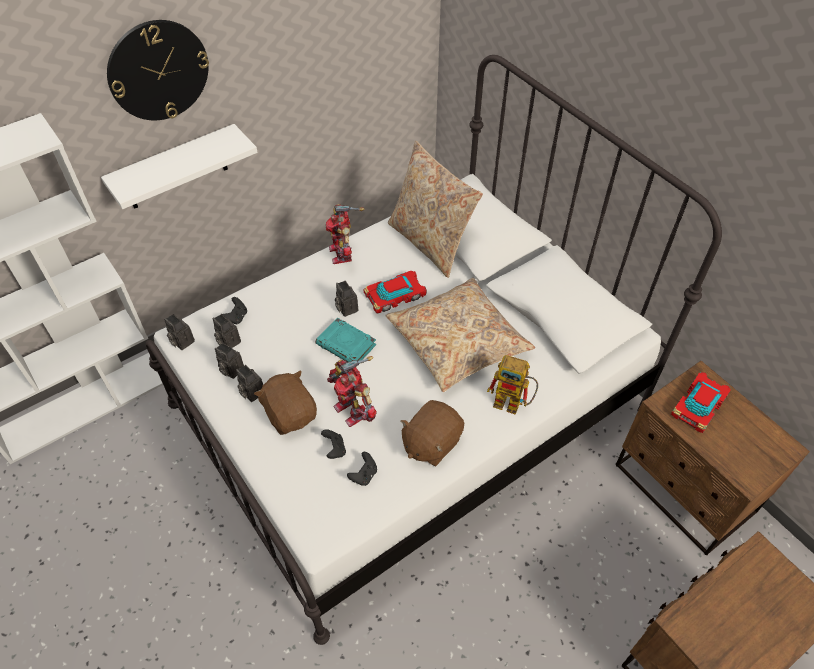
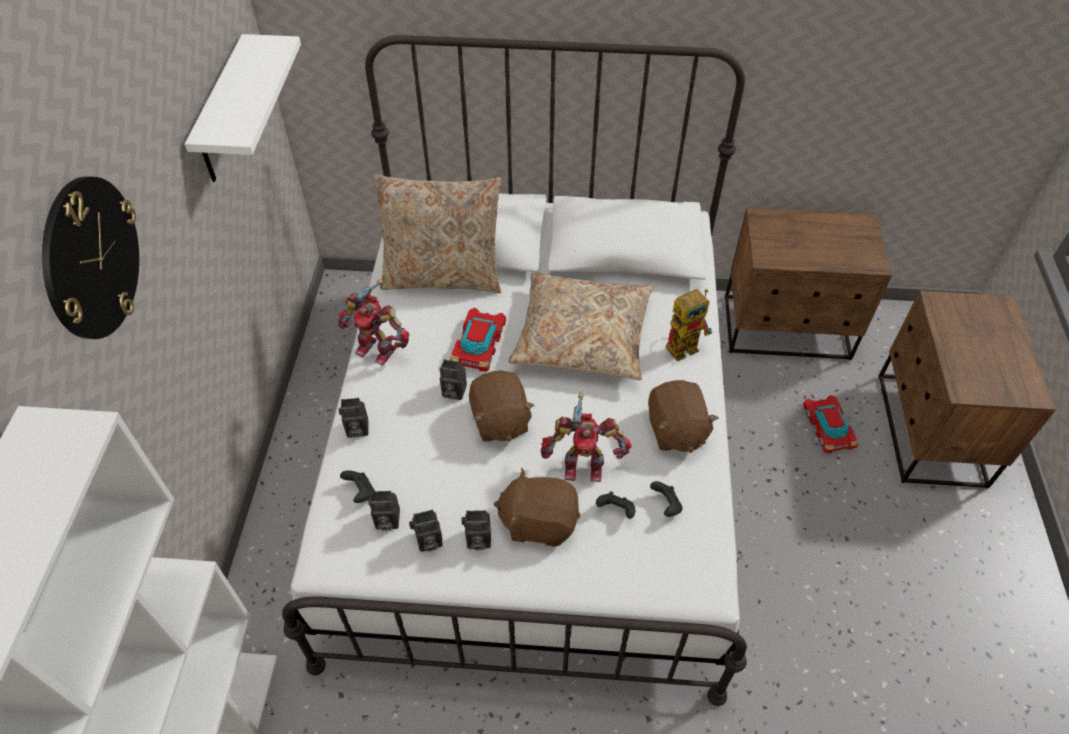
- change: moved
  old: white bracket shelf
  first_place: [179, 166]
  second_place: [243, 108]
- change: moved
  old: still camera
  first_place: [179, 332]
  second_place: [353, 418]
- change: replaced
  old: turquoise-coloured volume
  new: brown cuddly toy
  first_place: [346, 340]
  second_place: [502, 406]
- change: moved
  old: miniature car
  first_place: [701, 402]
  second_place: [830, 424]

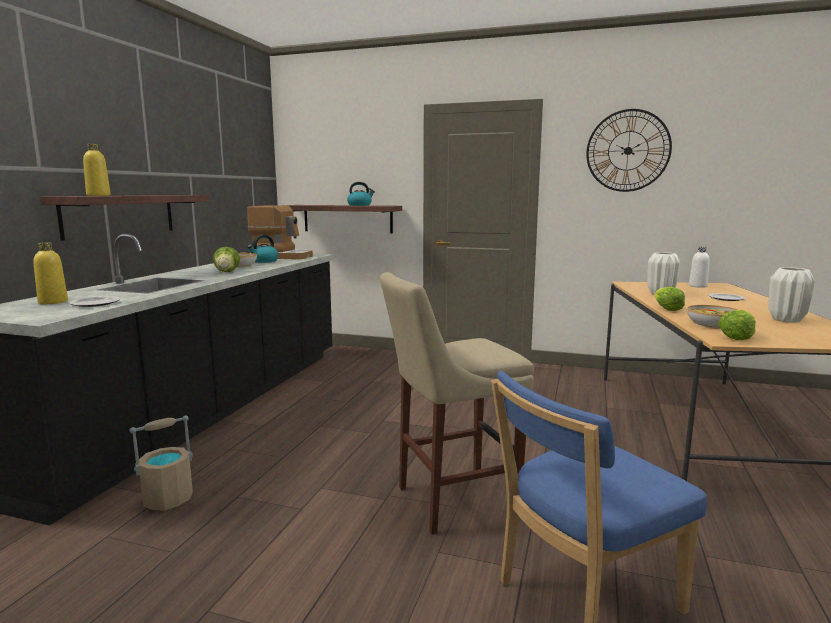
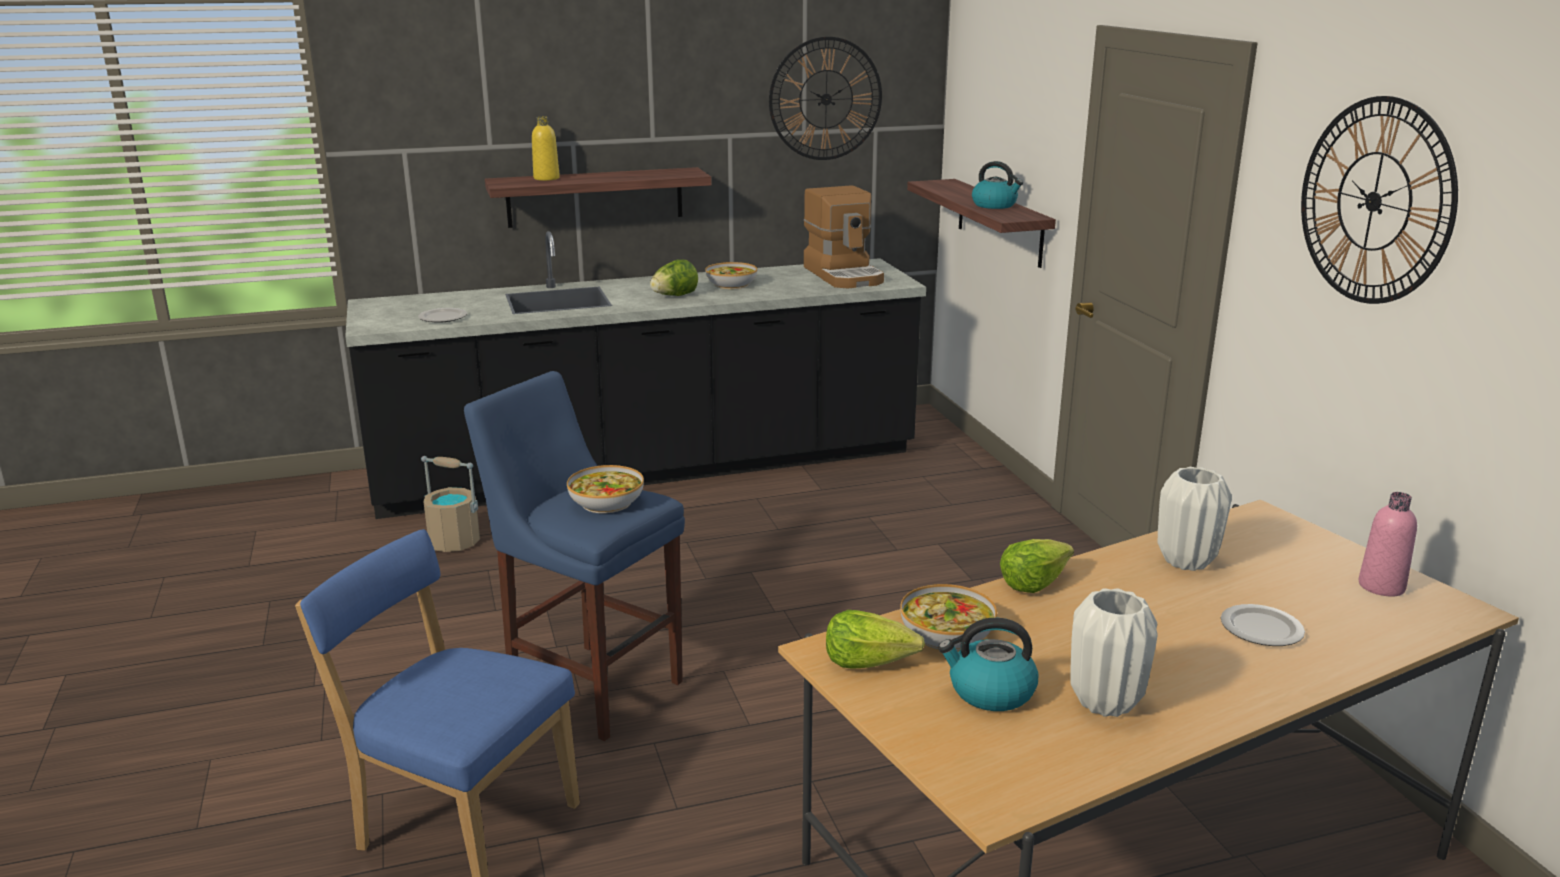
- change: moved
  old: kettle
  first_place: [263, 249]
  second_place: [988, 664]
- change: removed
  old: yellow-coloured drink bottle
  first_place: [50, 273]
- change: recoloured
  old: white drink bottle
  new: pinkish drink bottle
  first_place: [699, 267]
  second_place: [1388, 544]
- change: recoloured
  old: sand-coloured stool seat
  new: blue stool seat
  first_place: [457, 403]
  second_place: [574, 556]
- change: added
  new: hanging clock
  second_place: [825, 98]
- change: added
  new: bowl
  second_place: [605, 489]

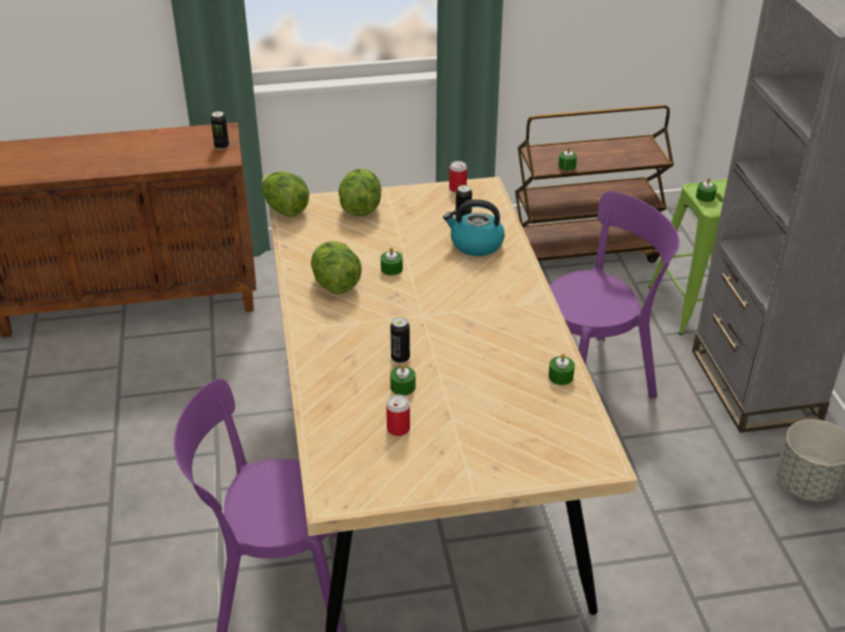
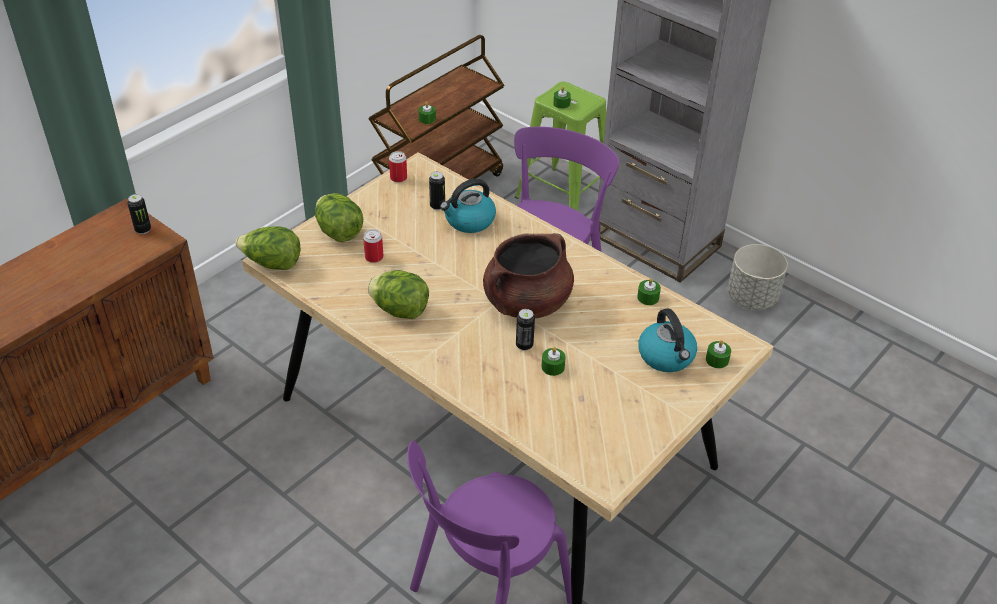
- change: moved
  old: green-coloured wax candle
  first_place: [392, 261]
  second_place: [718, 354]
- change: moved
  old: can
  first_place: [398, 415]
  second_place: [373, 246]
- change: added
  new: brown cooking pot
  second_place: [528, 275]
- change: added
  new: kettle
  second_place: [667, 340]

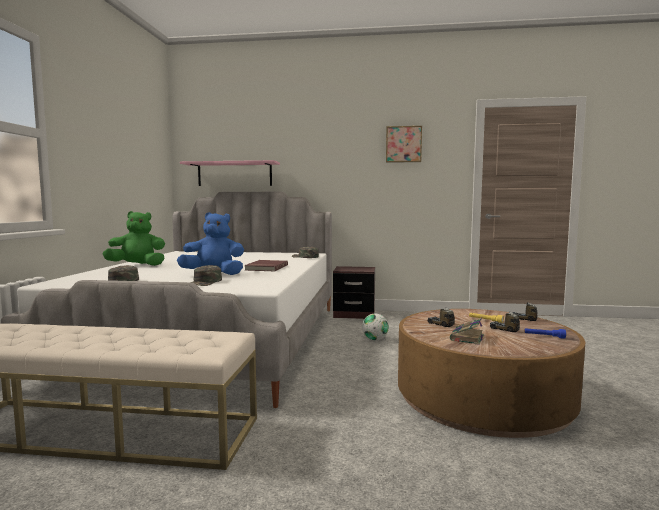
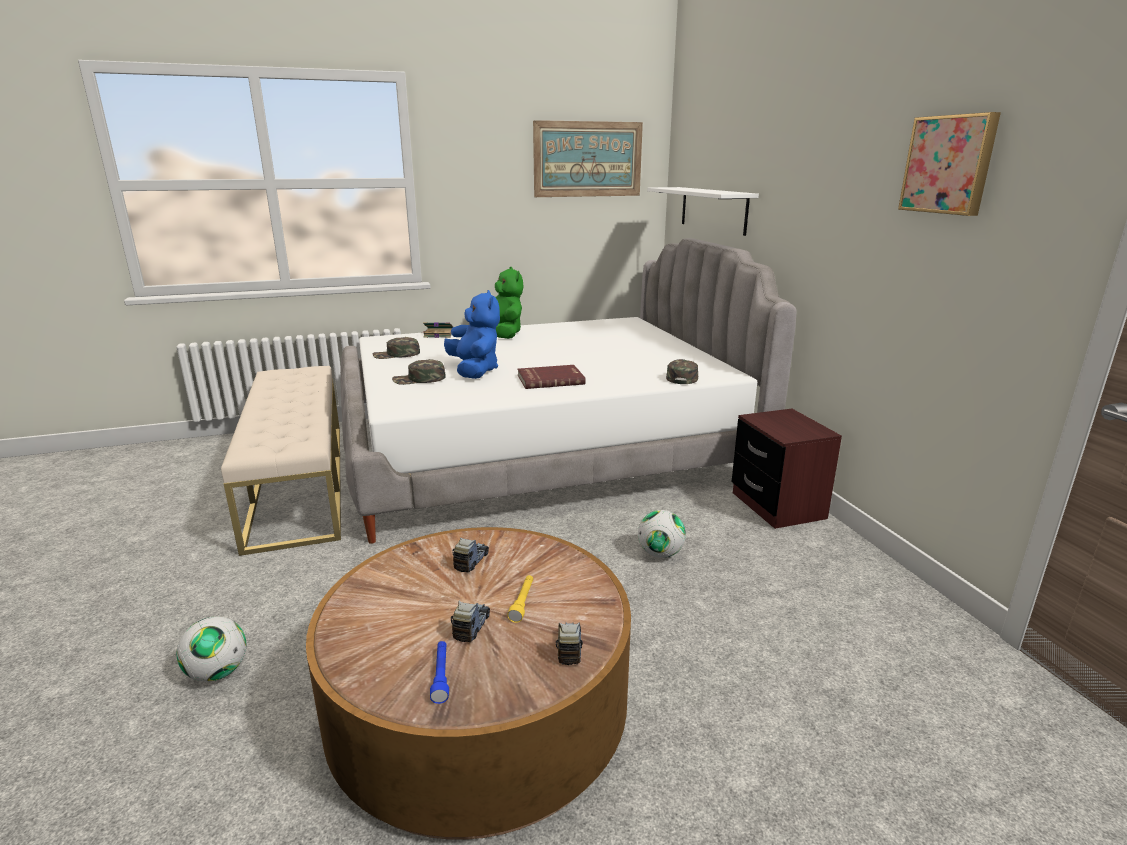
- change: recoloured
  old: pinkish bracket shelf
  new: white bracket shelf
  first_place: [230, 173]
  second_place: [703, 211]
- change: moved
  old: volume
  first_place: [467, 331]
  second_place: [437, 330]
- change: added
  new: picture
  second_place: [588, 158]
- change: added
  new: football
  second_place: [211, 649]

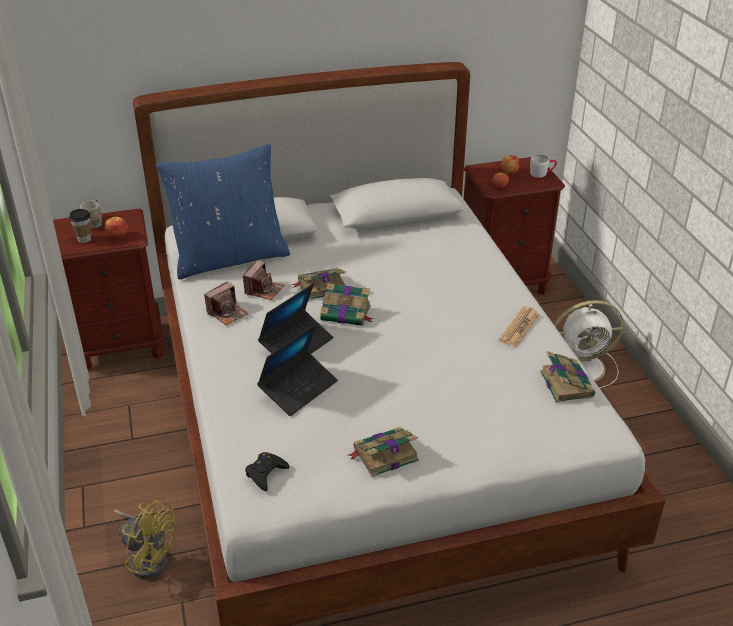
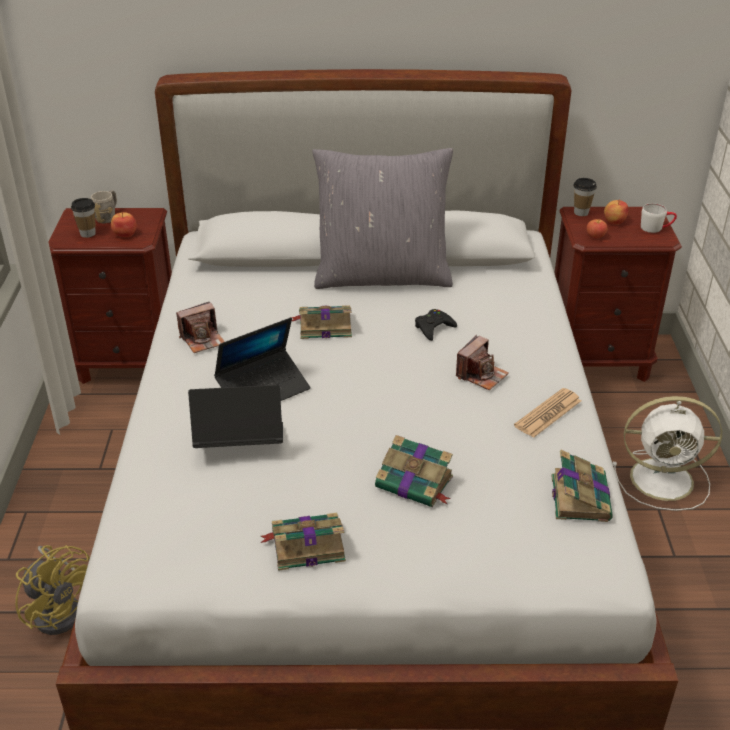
- change: removed
  old: blue cushion
  first_place: [223, 212]
- change: moved
  old: still camera
  first_place: [263, 280]
  second_place: [482, 363]
- change: moved
  old: volume
  first_place: [347, 304]
  second_place: [414, 471]
- change: turned
  old: portable computer
  first_place: [297, 370]
  second_place: [235, 416]
  degrees: -150
- change: moved
  old: black joypad
  first_place: [267, 471]
  second_place: [436, 325]
- change: added
  new: gray cushion
  second_place: [382, 218]
- change: added
  new: small cup
  second_place: [585, 197]

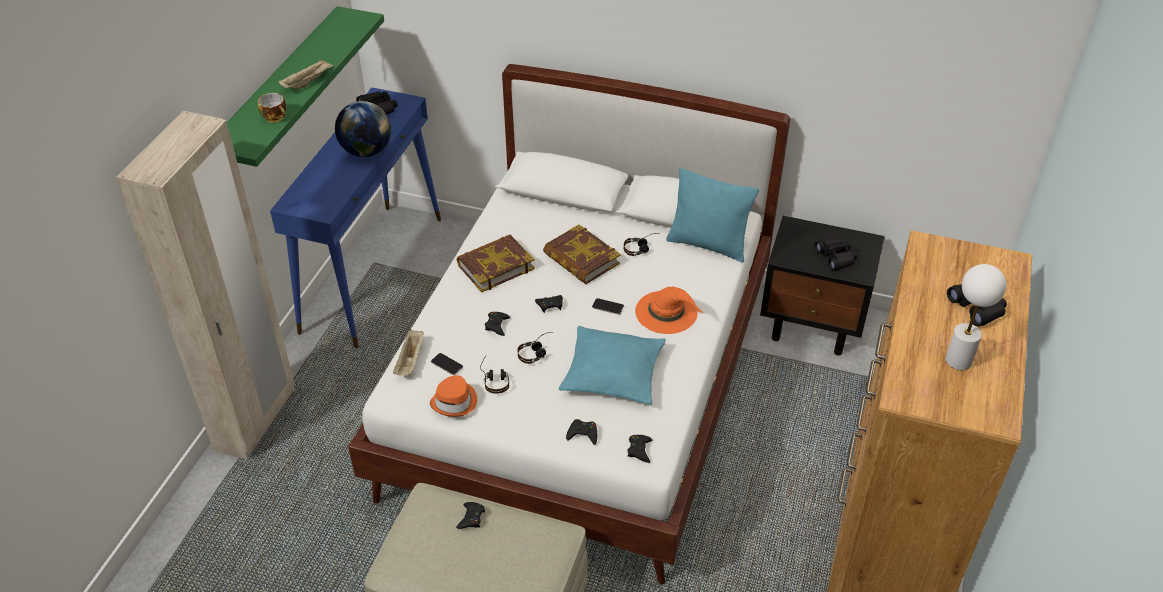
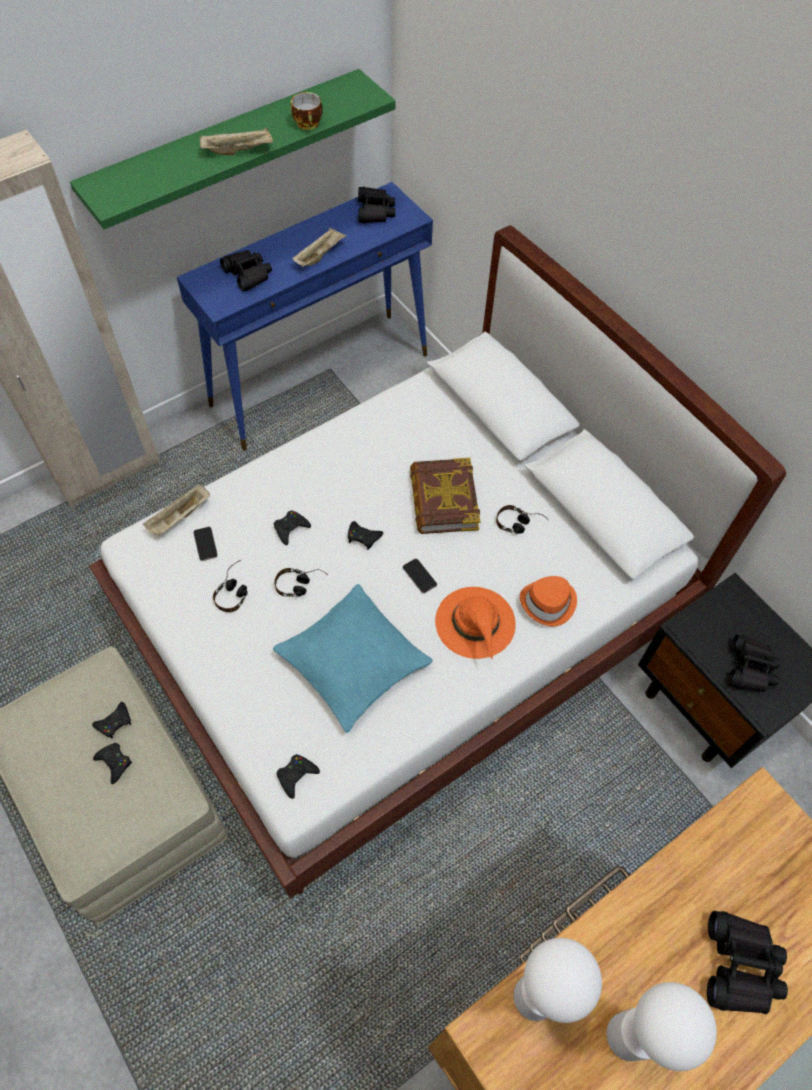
- change: moved
  old: small cup
  first_place: [272, 108]
  second_place: [306, 111]
- change: replaced
  old: globe
  new: sand-coloured carrying tray
  first_place: [363, 129]
  second_place: [319, 247]
- change: removed
  old: turquoise-coloured cushion
  first_place: [712, 215]
- change: removed
  old: volume
  first_place: [496, 264]
- change: moved
  old: orange-coloured hat
  first_place: [453, 396]
  second_place: [548, 601]
- change: moved
  old: black joypad
  first_place: [581, 432]
  second_place: [112, 763]
- change: added
  new: black binoculars
  second_place: [246, 271]
- change: added
  new: white tabletop lamp
  second_place: [558, 980]

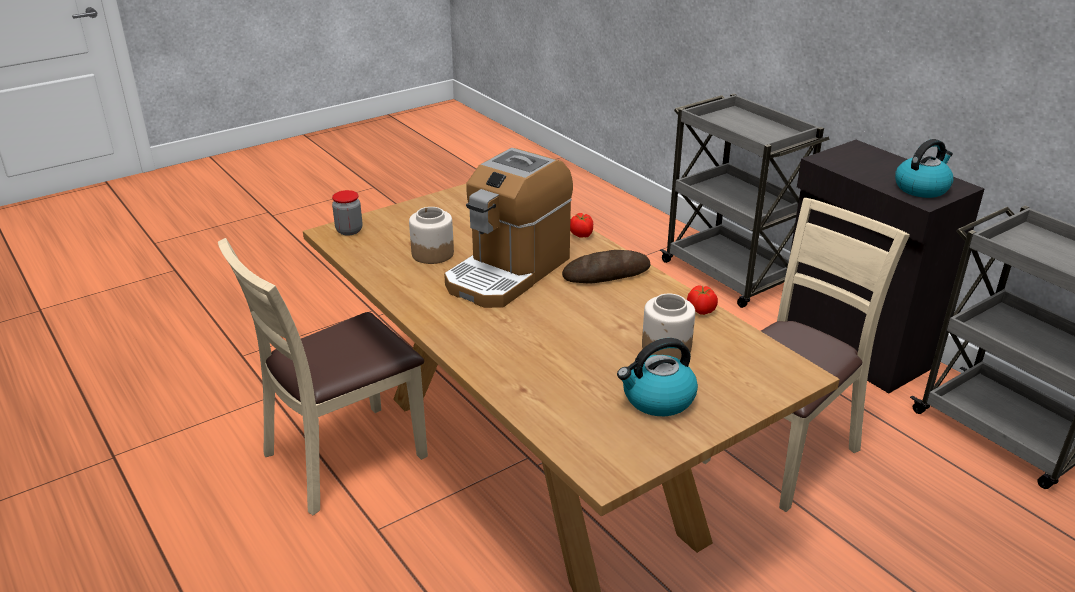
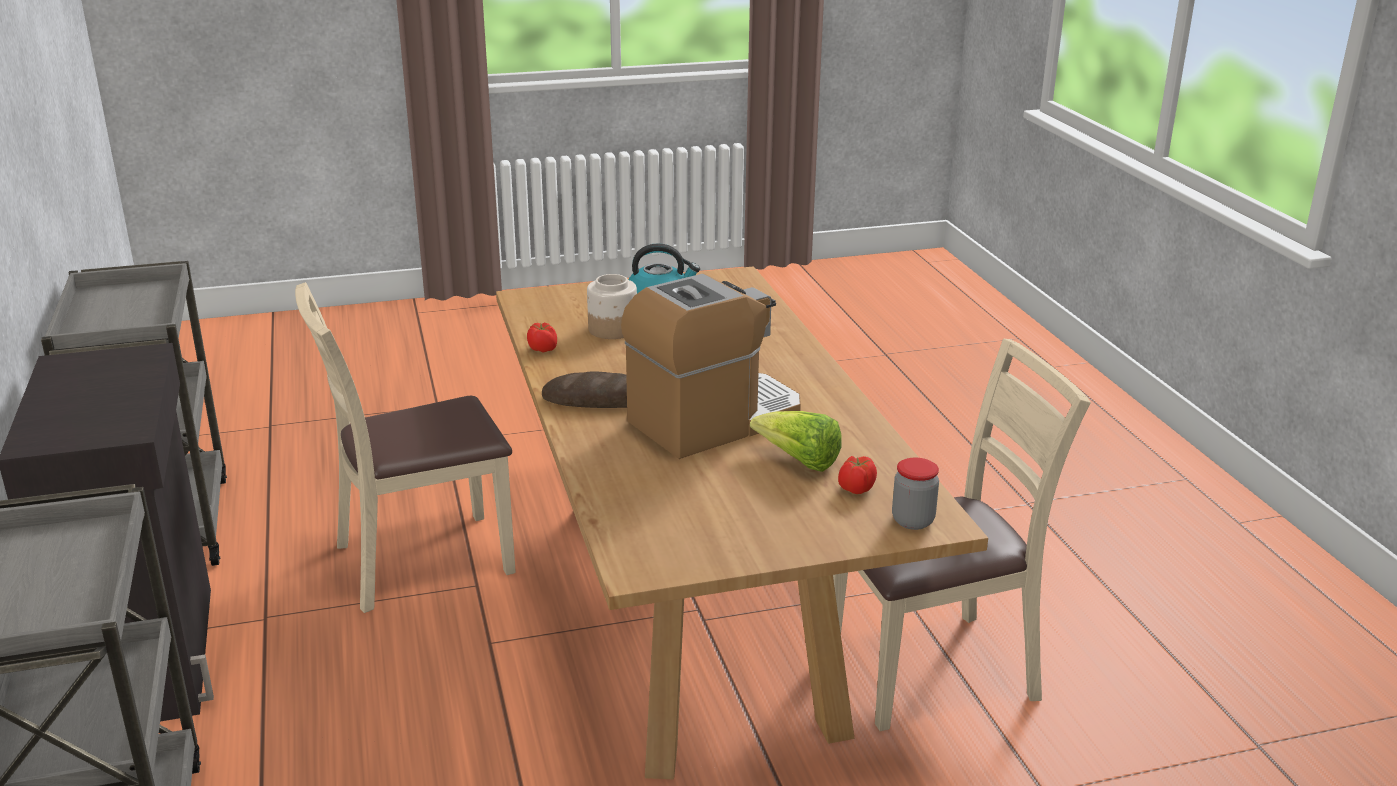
- change: removed
  old: kettle
  first_place: [924, 168]
- change: replaced
  old: jar
  new: lettuce
  first_place: [431, 235]
  second_place: [796, 441]
- change: moved
  old: tomato
  first_place: [581, 225]
  second_place: [857, 475]

